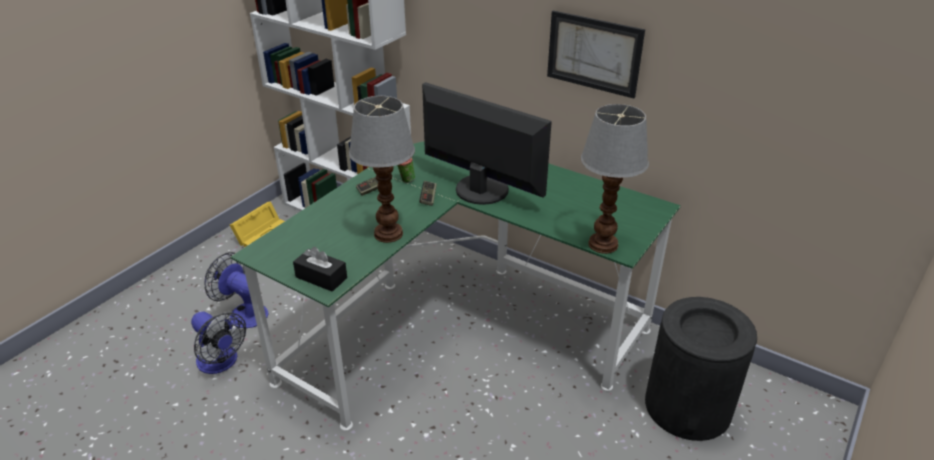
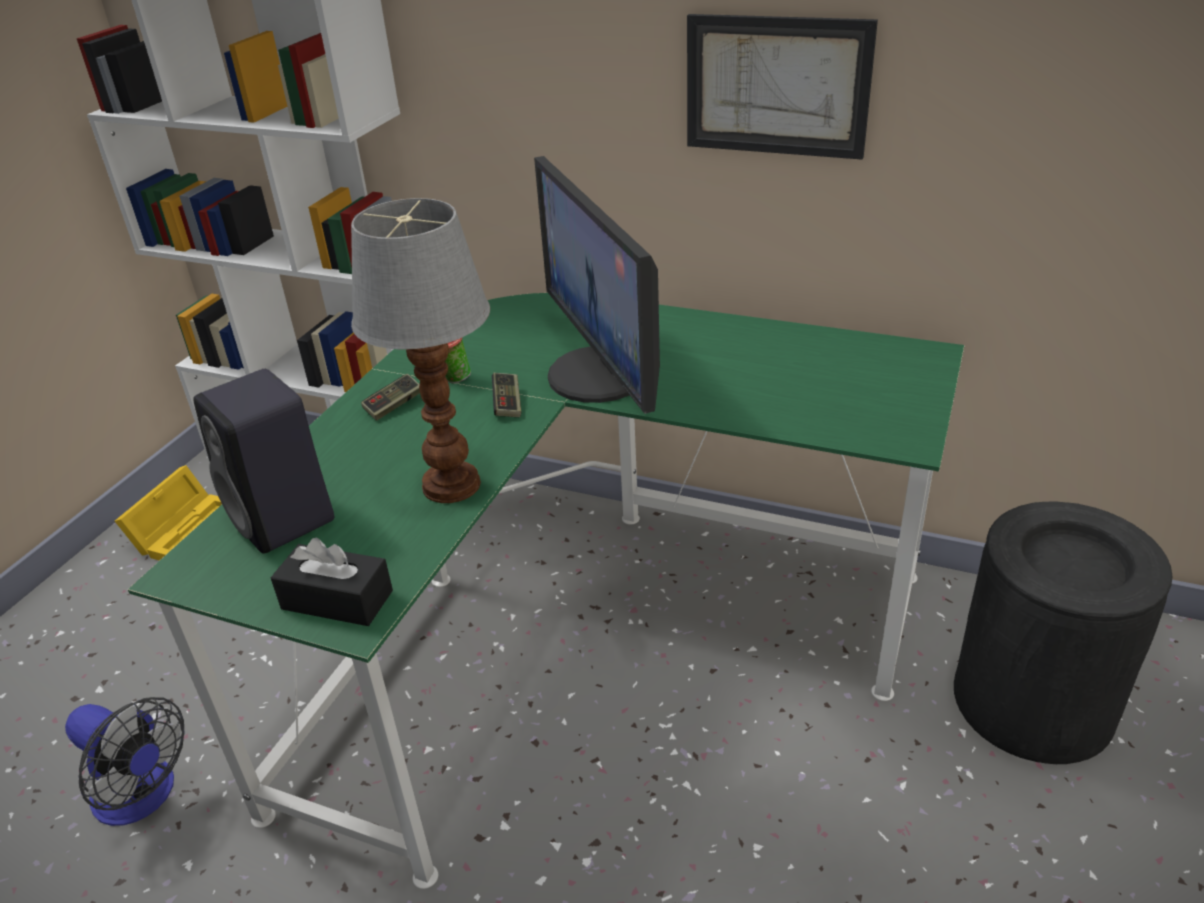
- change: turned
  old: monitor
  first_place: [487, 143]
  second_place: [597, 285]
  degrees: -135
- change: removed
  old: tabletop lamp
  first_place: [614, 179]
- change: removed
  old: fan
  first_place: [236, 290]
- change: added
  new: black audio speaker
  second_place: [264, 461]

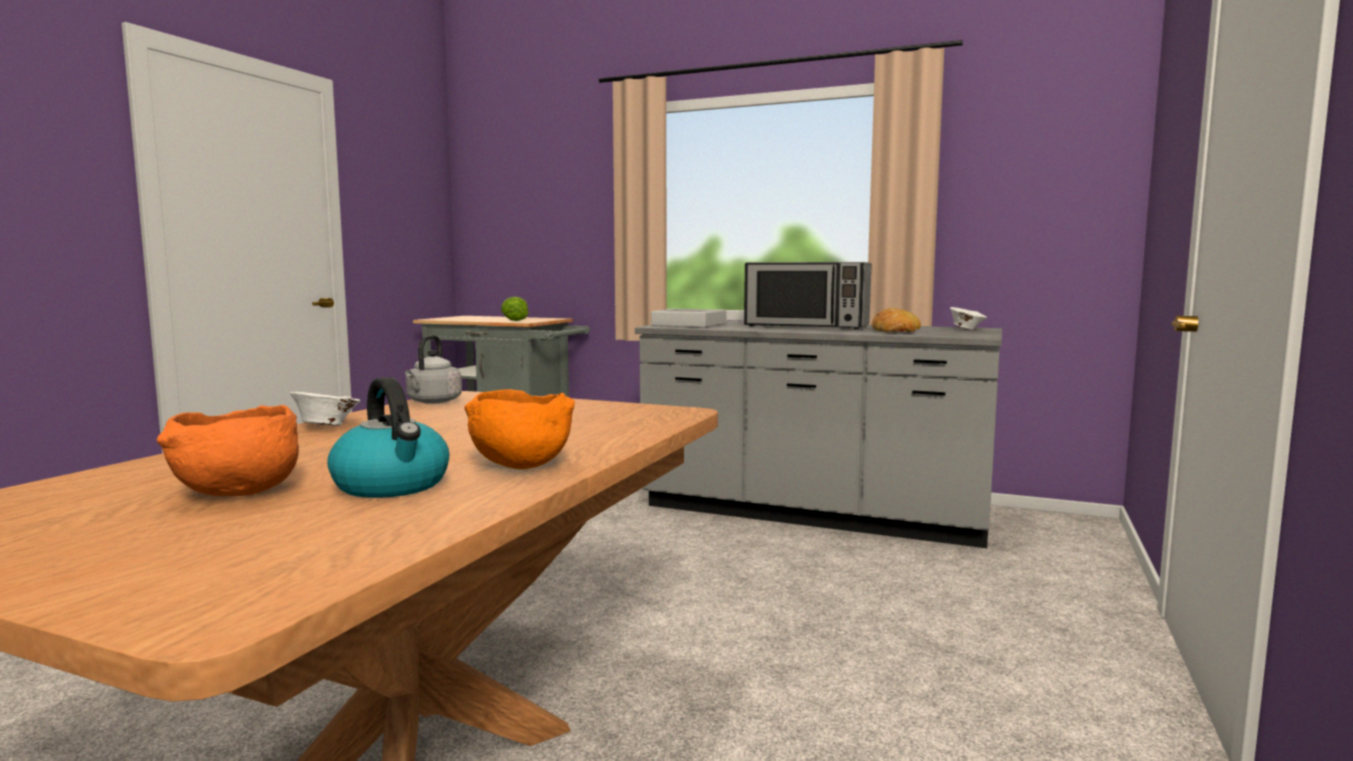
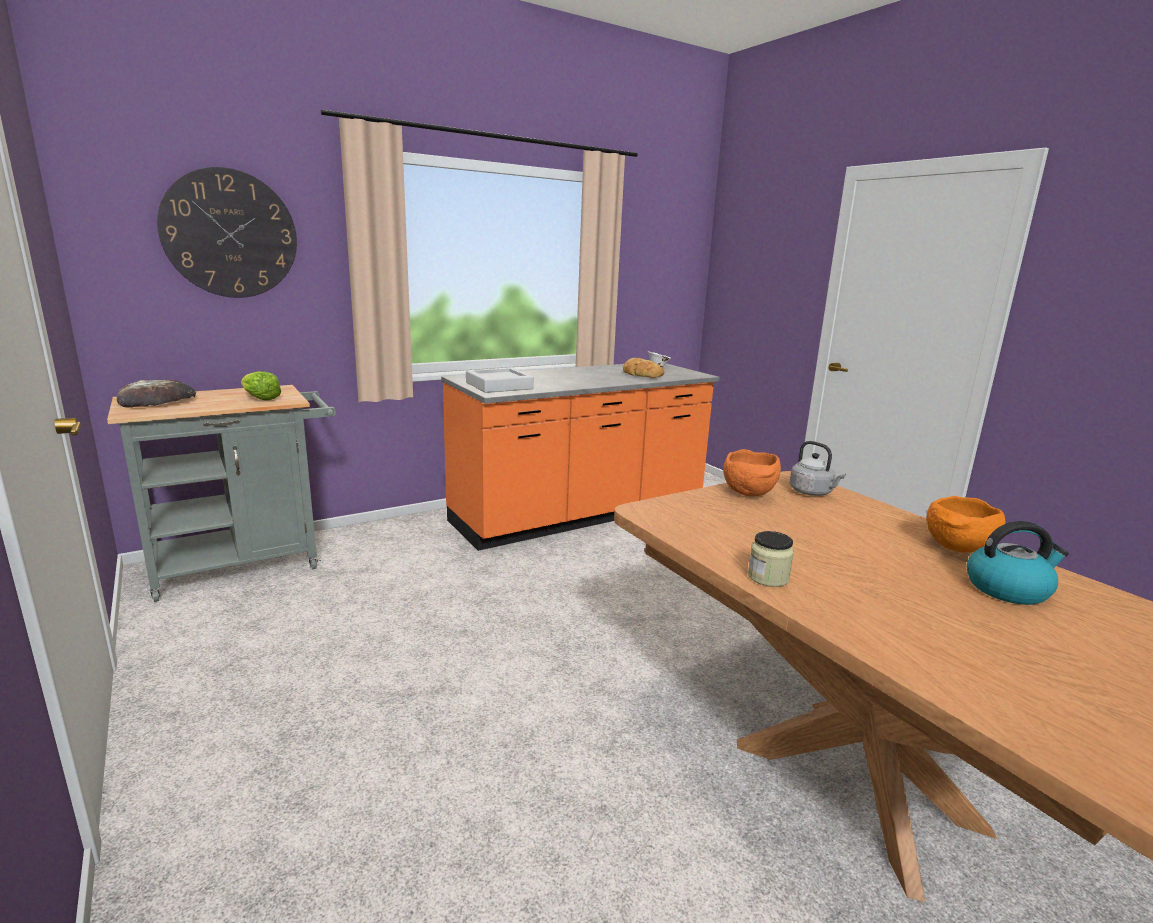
- change: removed
  old: microwave oven
  first_place: [807, 295]
- change: recoloured
  old: gray kitchen base unit
  new: orange-coloured kitchen base unit
  first_place: [818, 434]
  second_place: [580, 457]
- change: moved
  old: gray kettle
  first_place: [433, 369]
  second_place: [817, 468]
- change: replaced
  old: white bowl
  new: jar
  first_place: [325, 409]
  second_place: [771, 559]
- change: moved
  old: orange-coloured bowl
  first_place: [227, 450]
  second_place: [752, 472]
- change: added
  new: hanging clock
  second_place: [227, 232]
- change: added
  new: baked bread
  second_place: [156, 394]

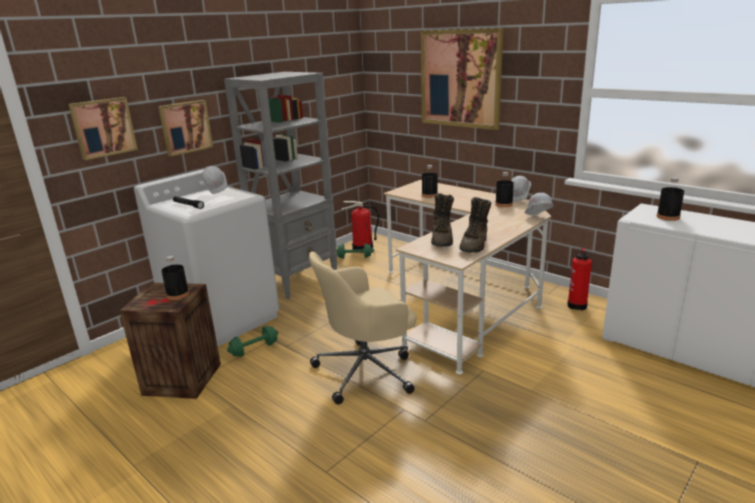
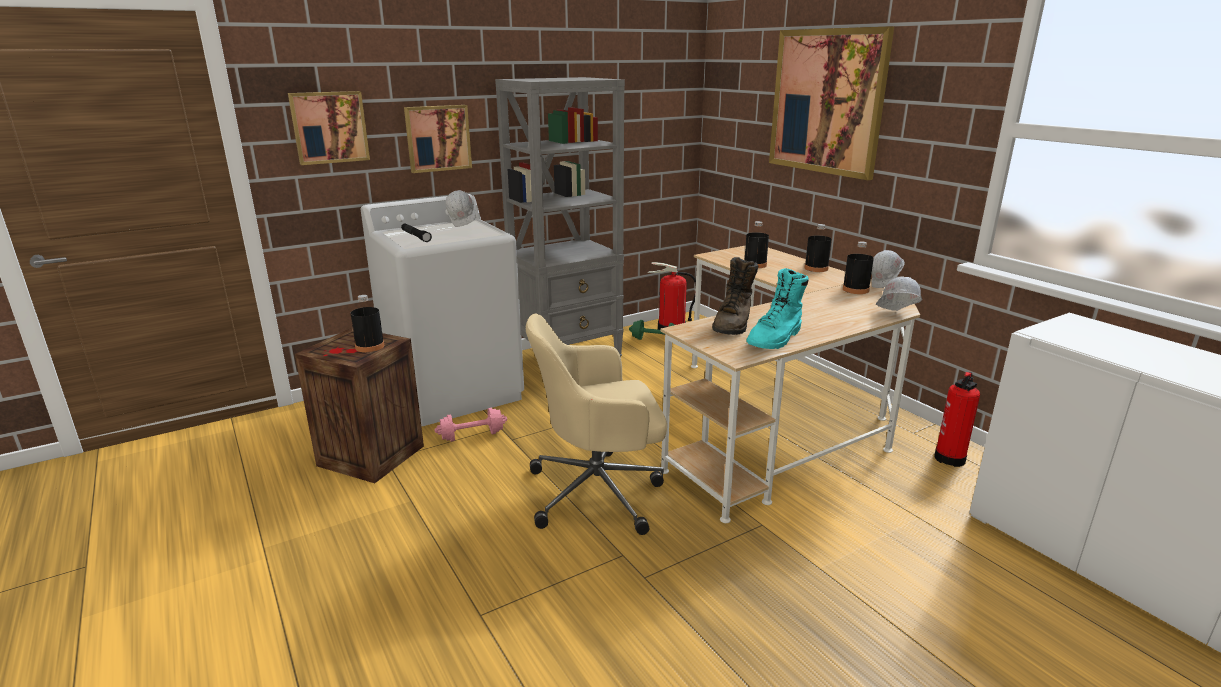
- change: moved
  old: black drink bottle
  first_place: [670, 199]
  second_place: [818, 248]
- change: recoloured
  old: brown tall boot
  new: turquoise-coloured tall boot
  first_place: [475, 225]
  second_place: [777, 308]
- change: recoloured
  old: green-coloured free weight
  new: pinkish free weight
  first_place: [252, 341]
  second_place: [471, 425]

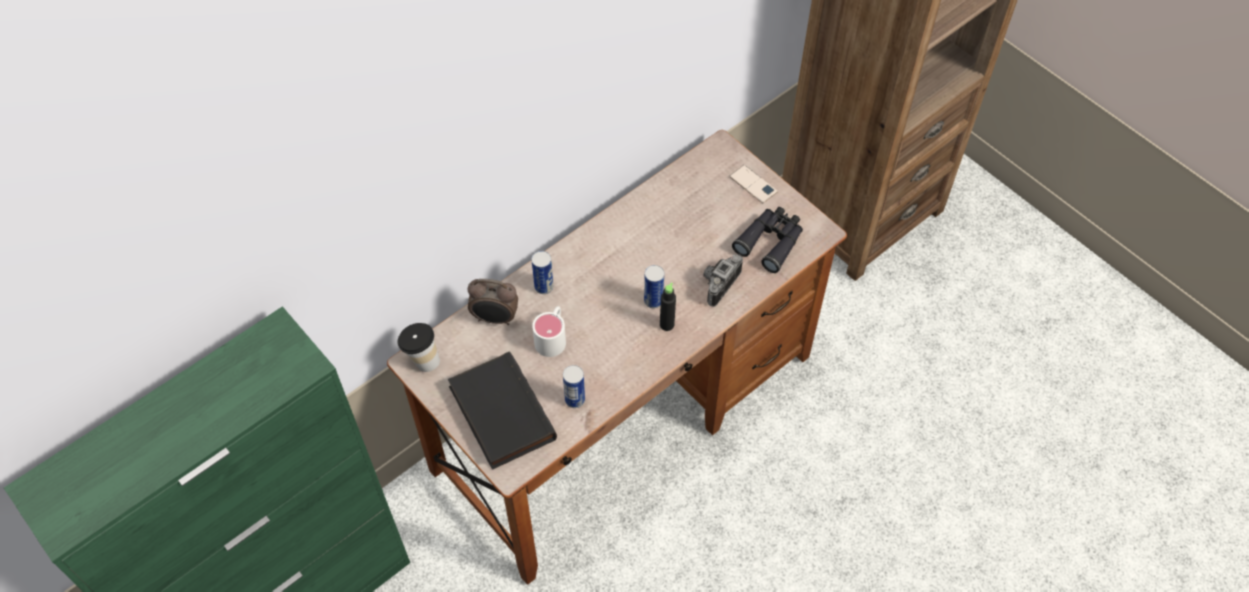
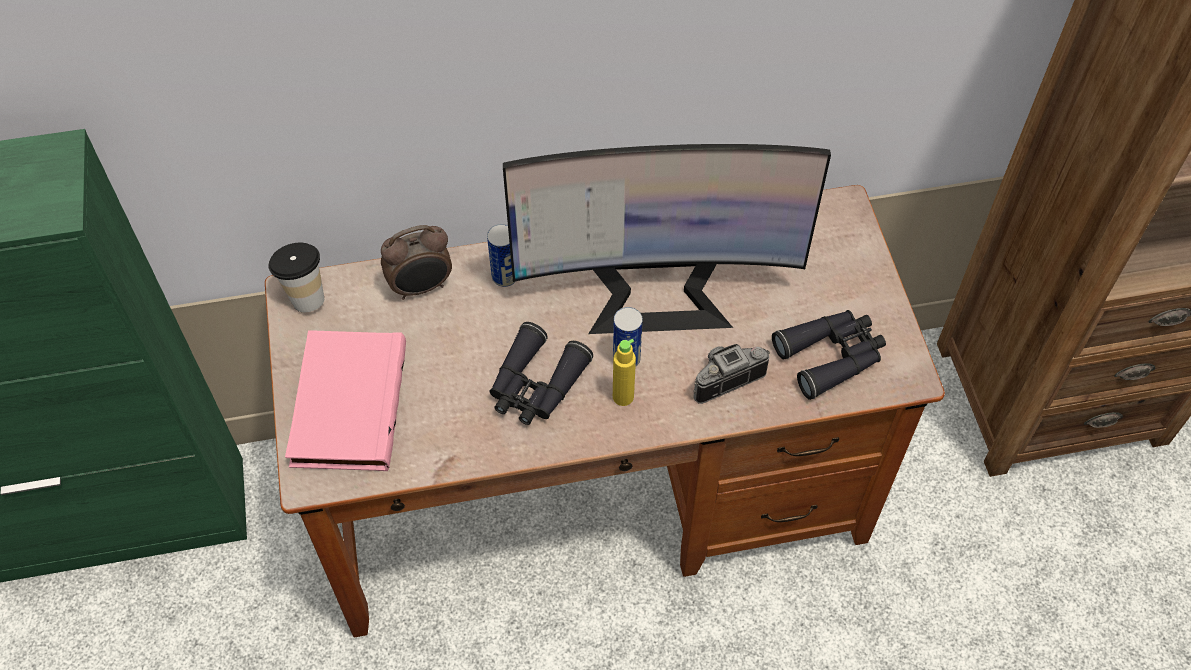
- change: removed
  old: telephone
  first_place: [754, 184]
- change: turned
  old: alarm clock
  first_place: [493, 302]
  second_place: [416, 262]
  degrees: -60
- change: recoloured
  old: black drink bottle
  new: yellow-coloured drink bottle
  first_place: [668, 307]
  second_place: [624, 372]
- change: removed
  old: white mug
  first_place: [549, 331]
- change: recoloured
  old: black volume
  new: pinkish volume
  first_place: [502, 410]
  second_place: [345, 400]
- change: removed
  old: can
  first_place: [574, 386]
- change: added
  new: monitor
  second_place: [667, 239]
- change: added
  new: black binoculars
  second_place: [541, 373]

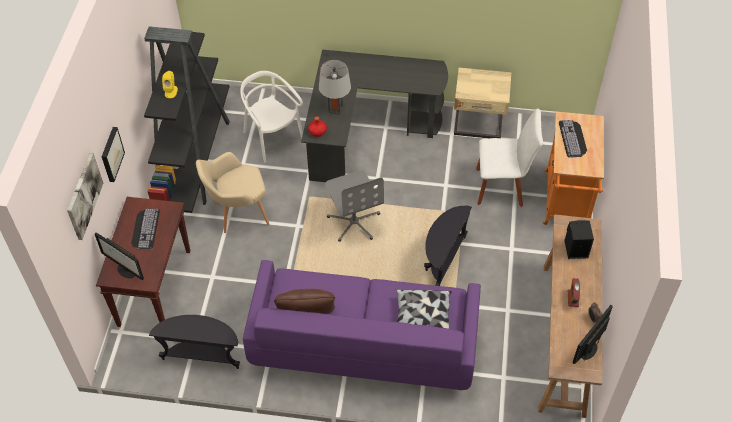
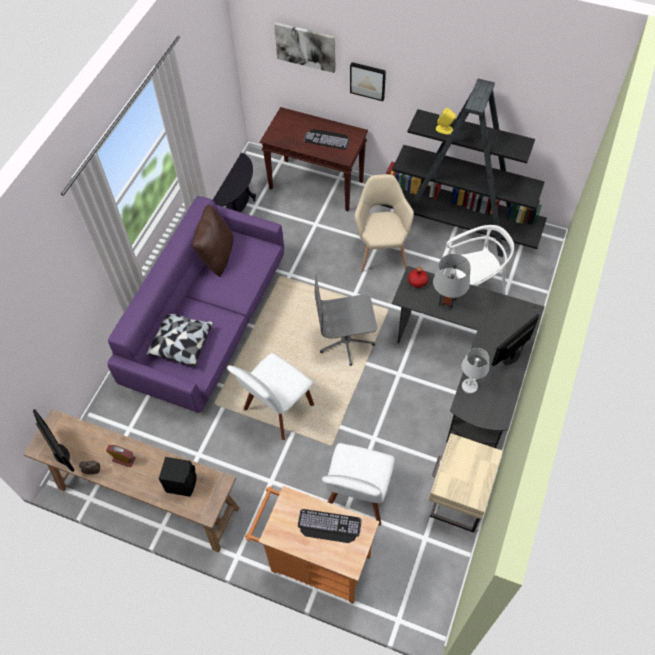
- change: replaced
  old: black end table
  new: white upright chair
  first_place: [448, 246]
  second_place: [270, 396]
- change: moved
  old: monitor
  first_place: [119, 256]
  second_place: [515, 340]
- change: added
  new: white tabletop lamp
  second_place: [475, 371]

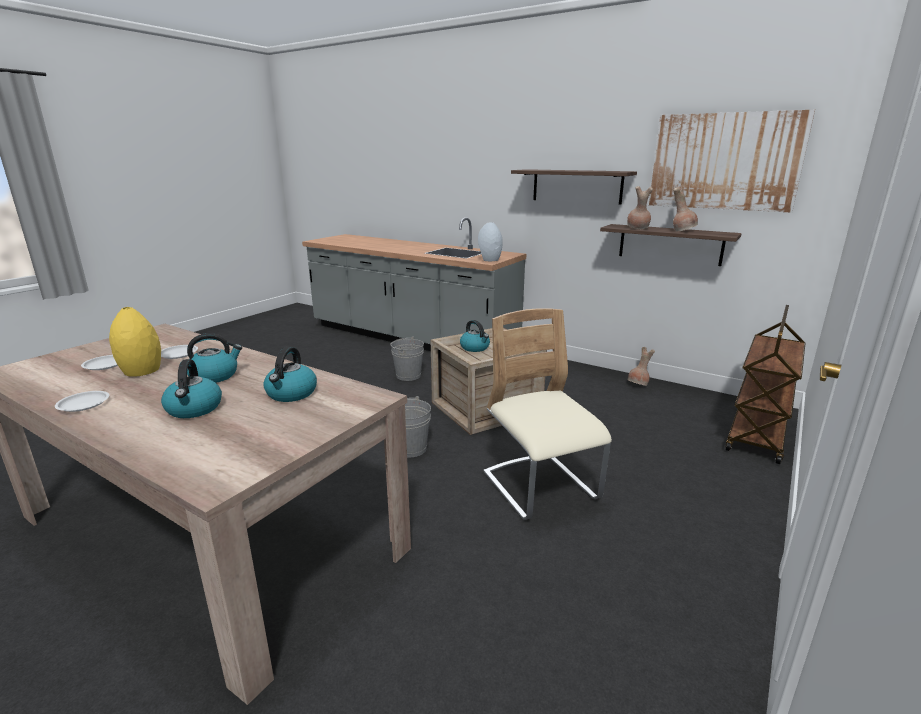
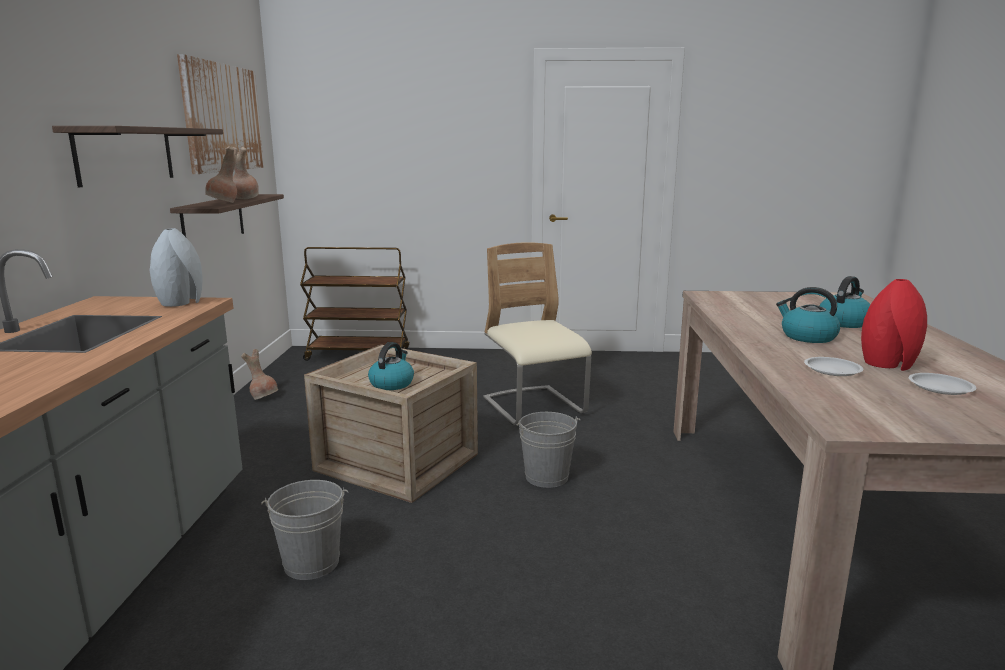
- change: recoloured
  old: yellow-coloured vase
  new: red vase
  first_place: [135, 342]
  second_place: [894, 325]
- change: turned
  old: sand-coloured upright chair
  first_place: [547, 414]
  second_place: [537, 333]
  degrees: 120
- change: removed
  old: kettle
  first_place: [290, 374]
- change: removed
  old: white dinner plate
  first_place: [82, 401]

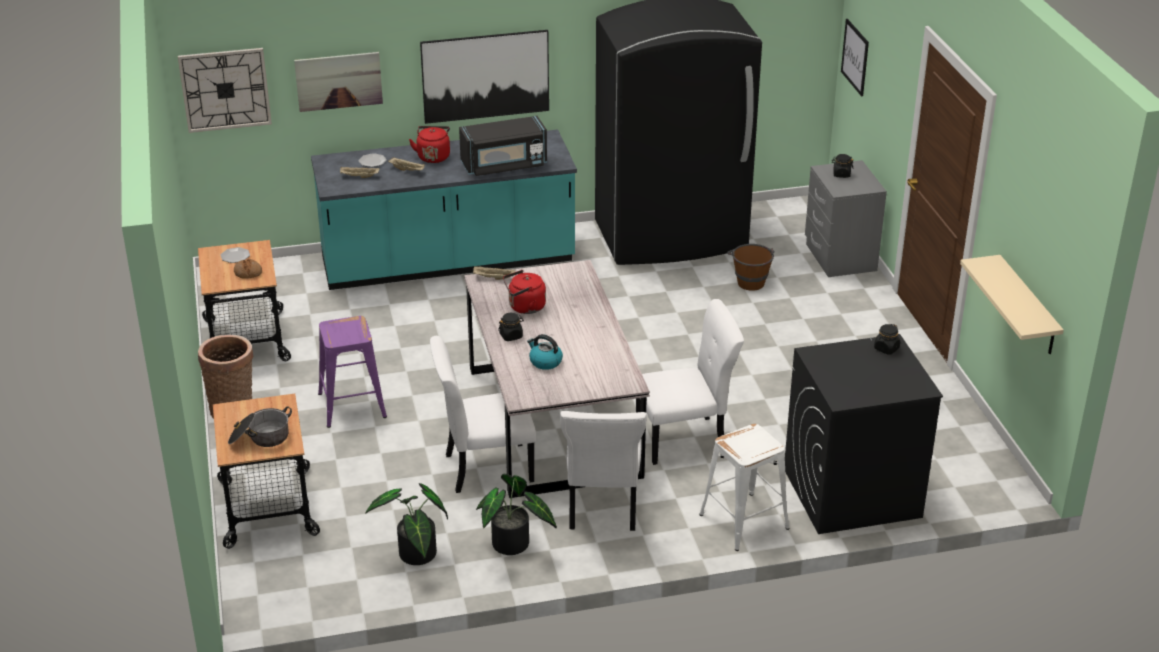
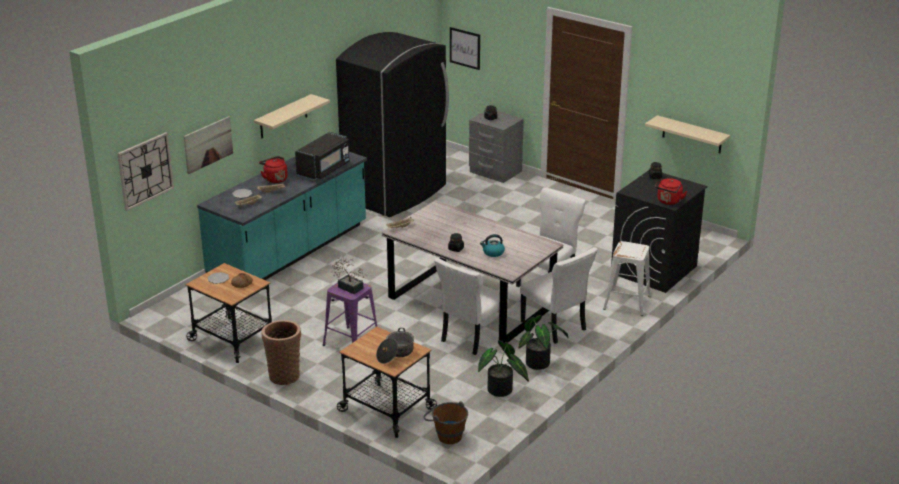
- change: replaced
  old: picture
  new: sand-coloured bracket shelf
  first_place: [484, 77]
  second_place: [292, 116]
- change: moved
  old: brown bucket
  first_place: [751, 267]
  second_place: [446, 422]
- change: moved
  old: red kettle
  first_place: [524, 292]
  second_place: [671, 191]
- change: added
  new: houseplant
  second_place: [349, 274]

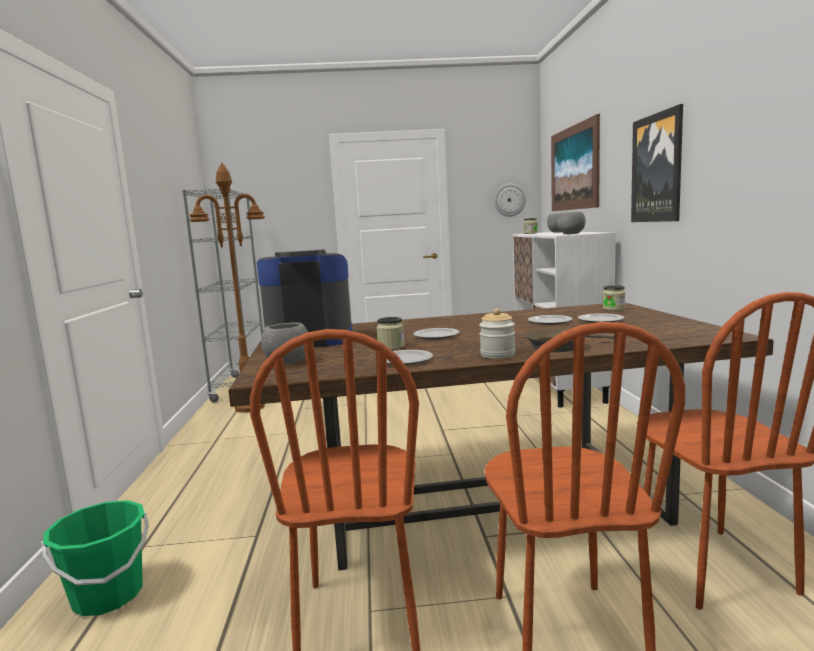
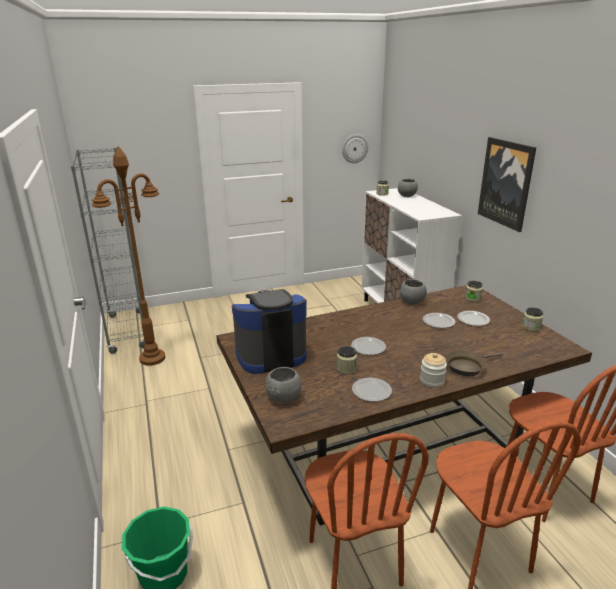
- change: removed
  old: picture
  first_place: [575, 162]
- change: moved
  old: gray bowl
  first_place: [571, 223]
  second_place: [413, 292]
- change: added
  new: jar
  second_place: [532, 319]

